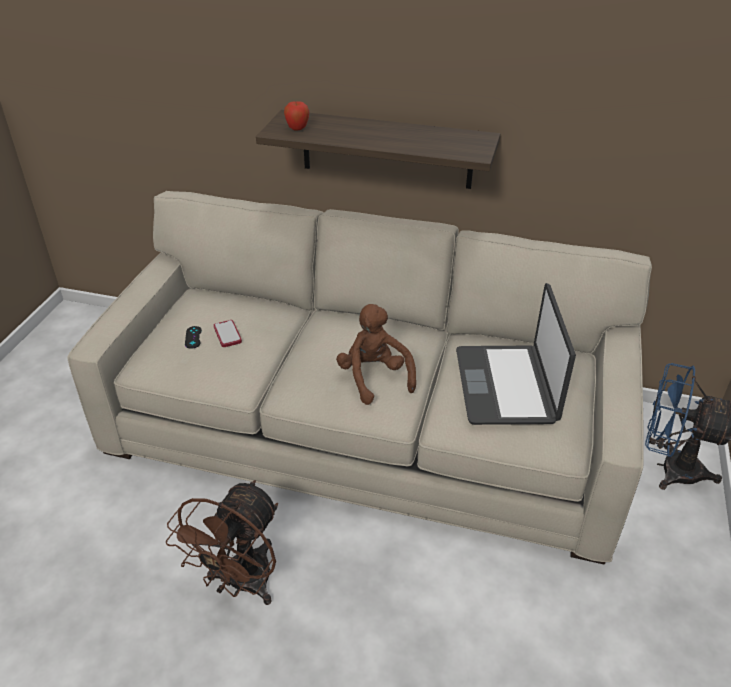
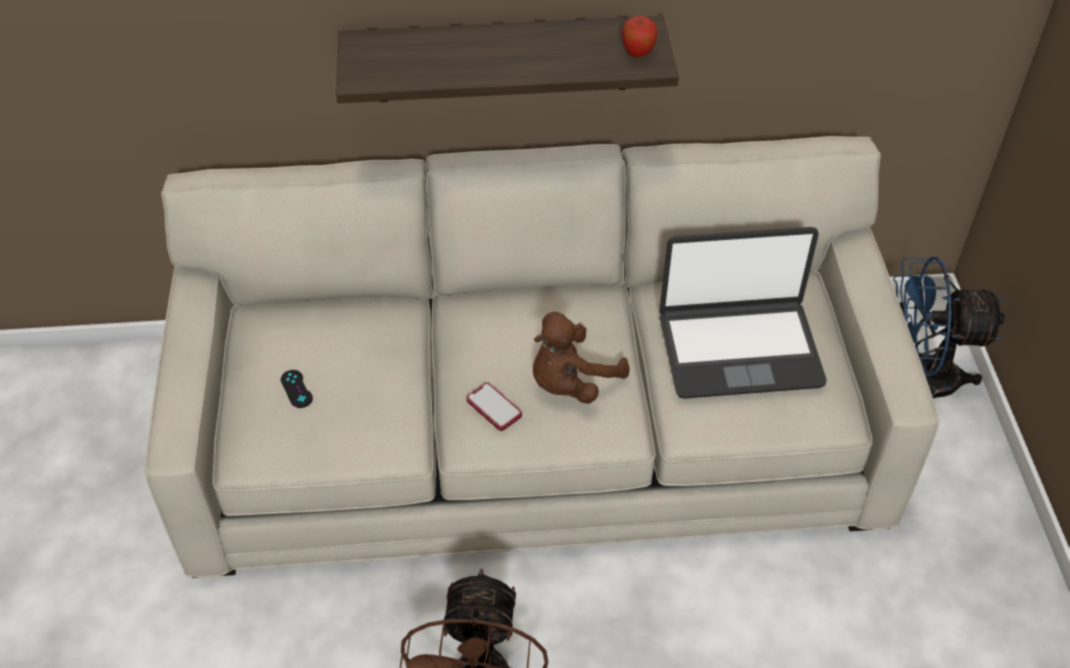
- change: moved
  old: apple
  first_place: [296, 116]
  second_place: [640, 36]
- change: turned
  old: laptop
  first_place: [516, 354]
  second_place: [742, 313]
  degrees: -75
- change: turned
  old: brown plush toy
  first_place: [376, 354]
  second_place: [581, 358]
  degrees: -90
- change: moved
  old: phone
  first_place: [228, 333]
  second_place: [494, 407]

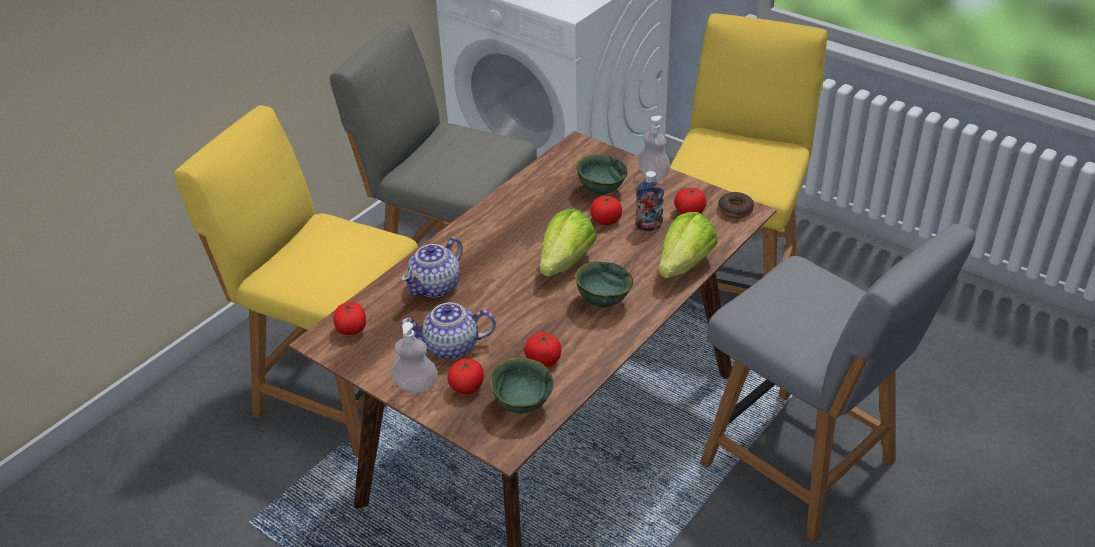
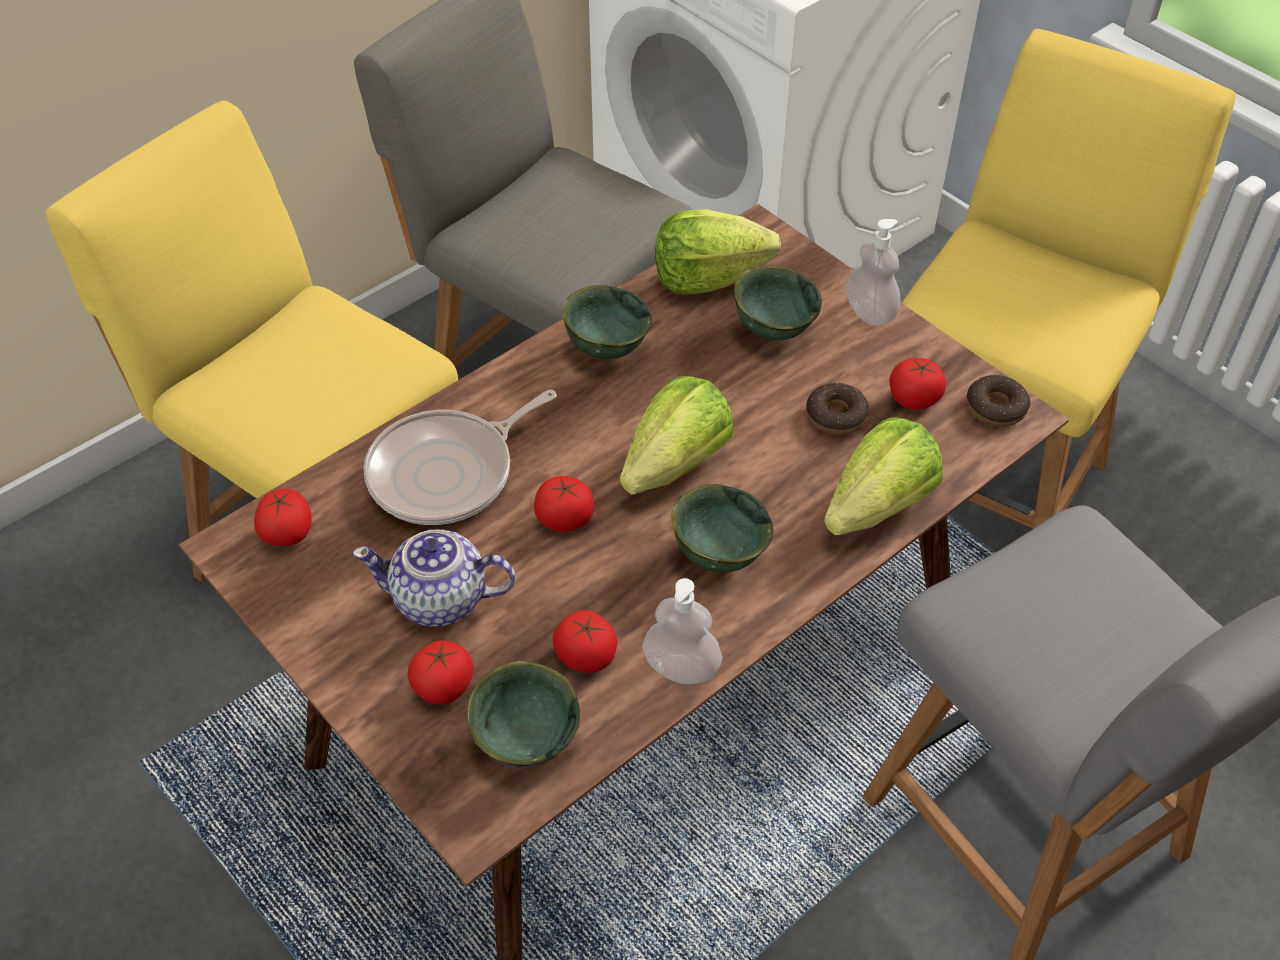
- change: replaced
  old: bottle
  new: donut
  first_place: [649, 201]
  second_place: [837, 409]
- change: moved
  old: tomato
  first_place: [606, 210]
  second_place: [564, 504]
- change: replaced
  old: teapot
  new: frying pan
  first_place: [432, 267]
  second_place: [460, 457]
- change: moved
  old: soap dispenser
  first_place: [414, 357]
  second_place: [682, 631]
- change: added
  new: lettuce
  second_place: [718, 252]
- change: added
  new: green bowl
  second_place: [607, 322]

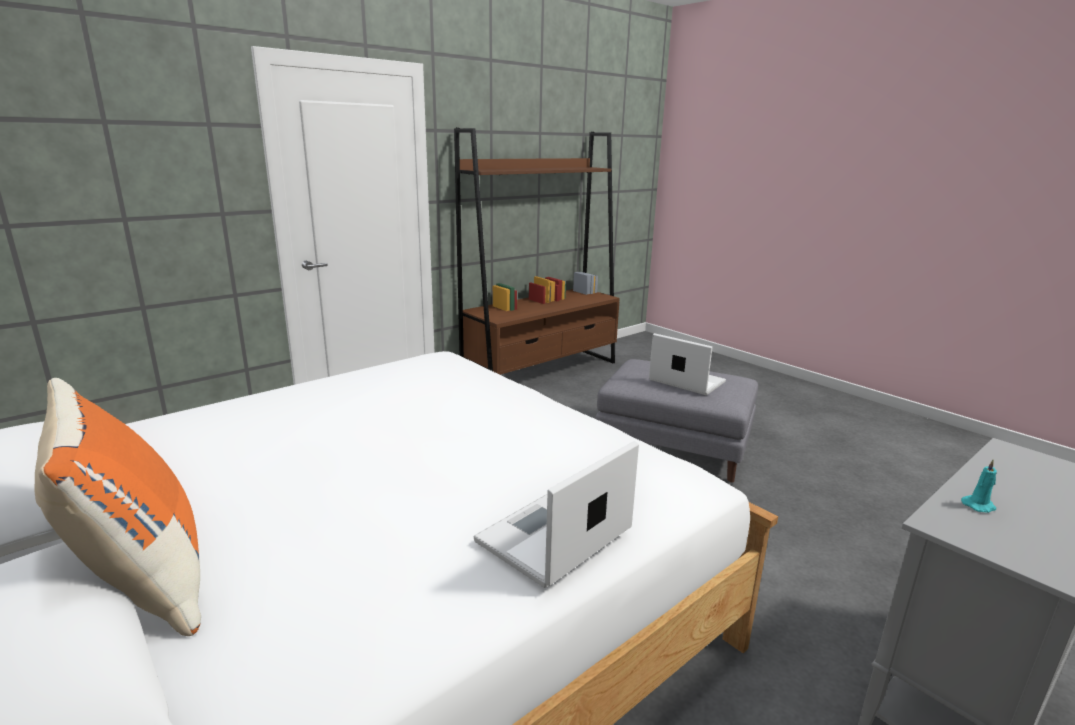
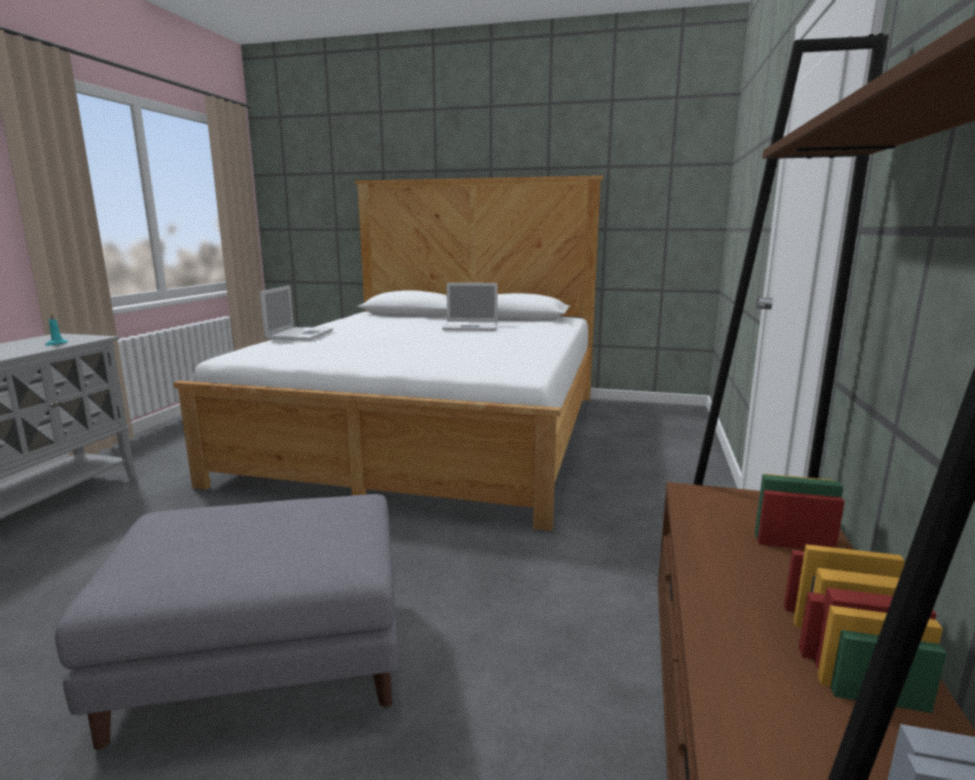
- change: moved
  old: laptop
  first_place: [687, 364]
  second_place: [470, 307]
- change: removed
  old: orange pillow
  first_place: [117, 507]

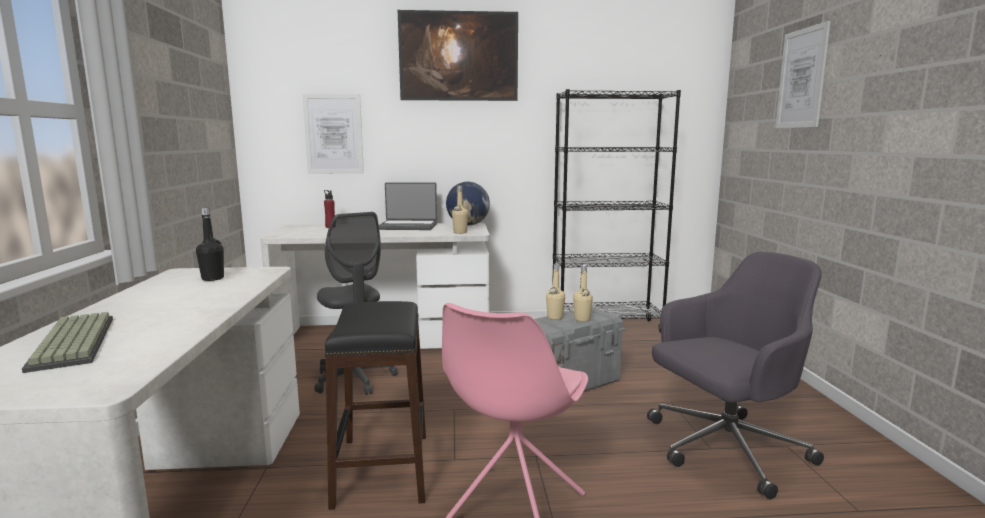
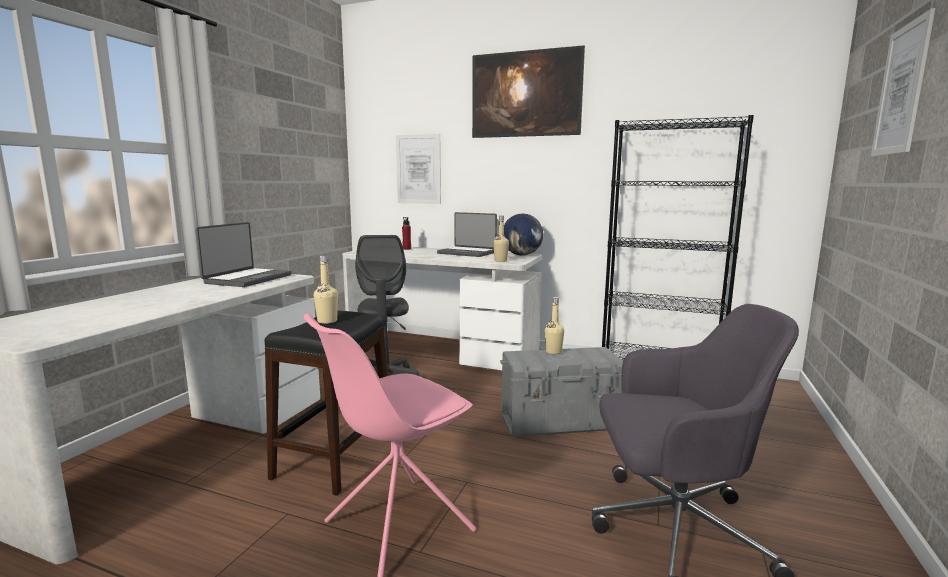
- change: replaced
  old: black bottle
  new: laptop
  first_place: [210, 244]
  second_place: [243, 254]
- change: moved
  old: beige bottle
  first_place: [583, 293]
  second_place: [326, 289]
- change: removed
  old: keyboard
  first_place: [67, 342]

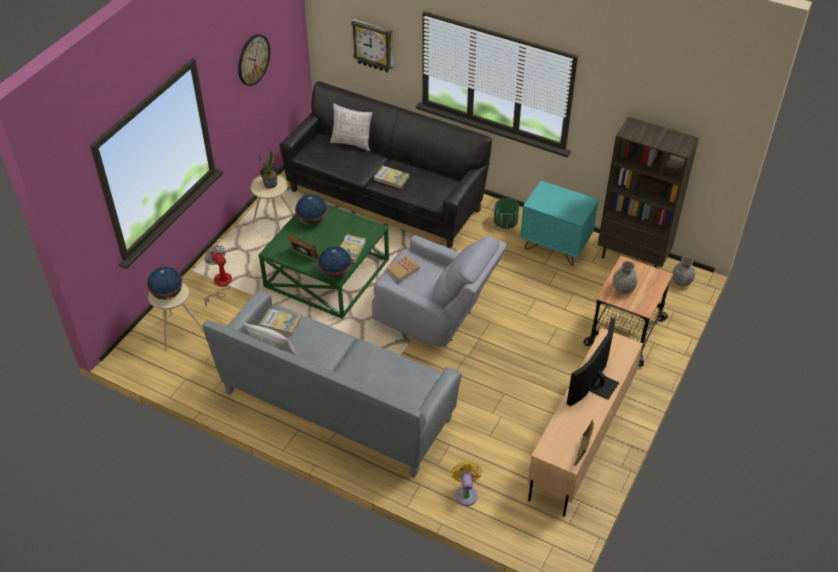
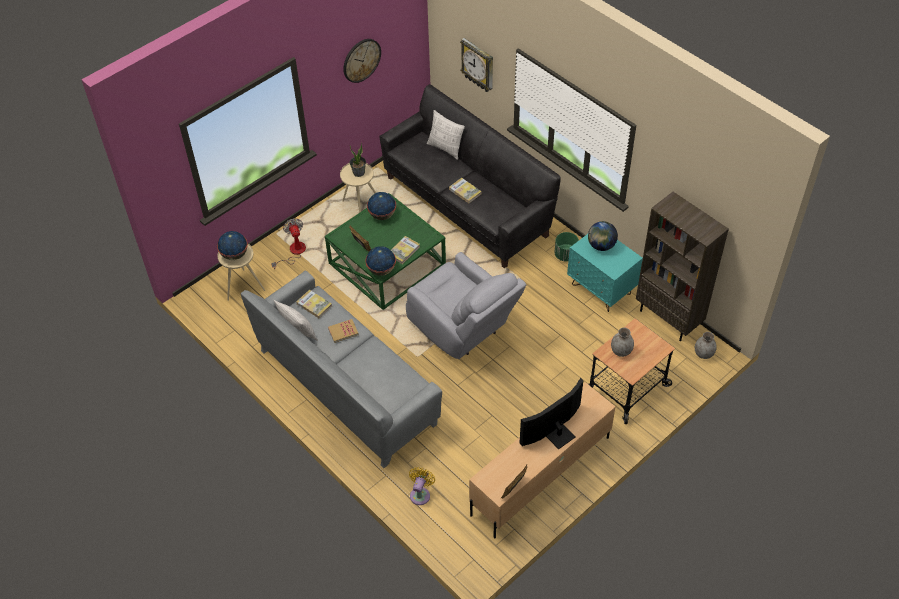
- change: moved
  old: book
  first_place: [403, 268]
  second_place: [343, 331]
- change: added
  new: globe
  second_place: [603, 236]

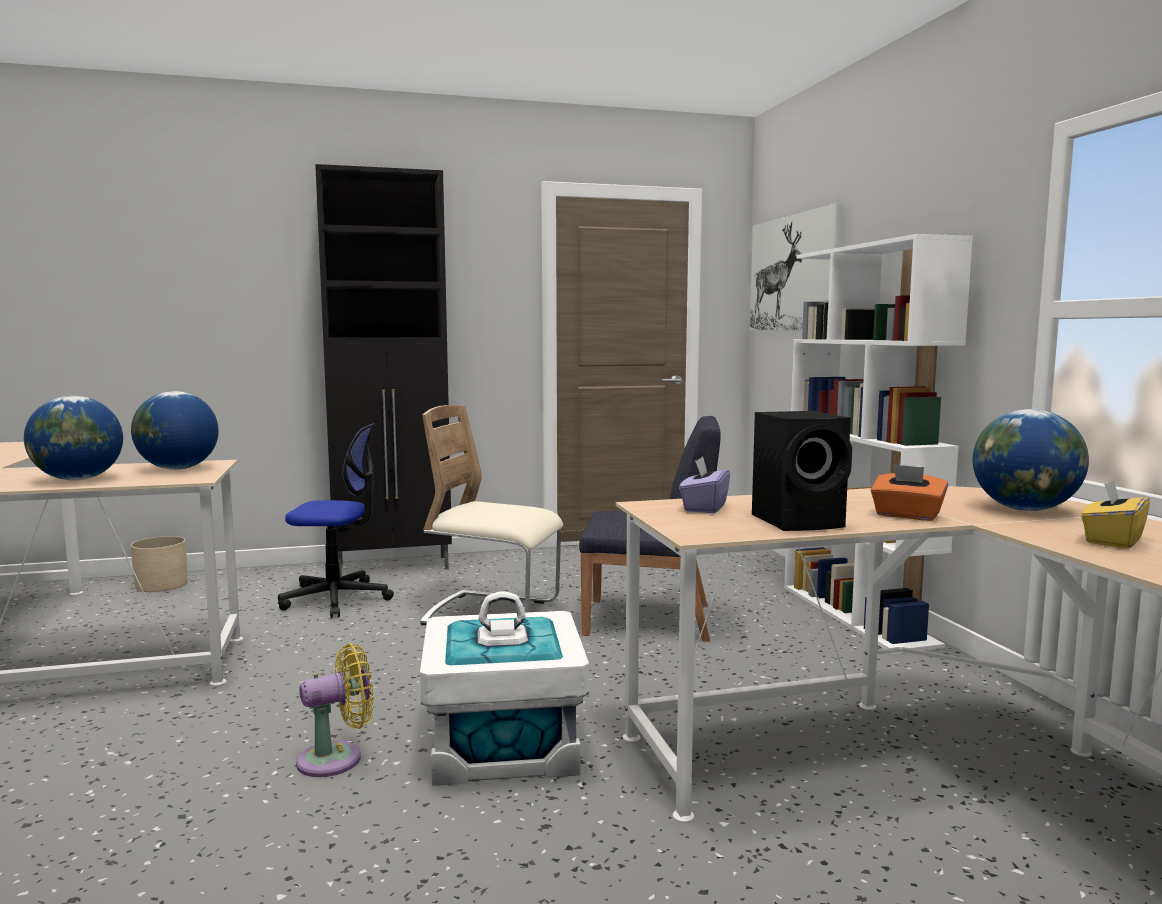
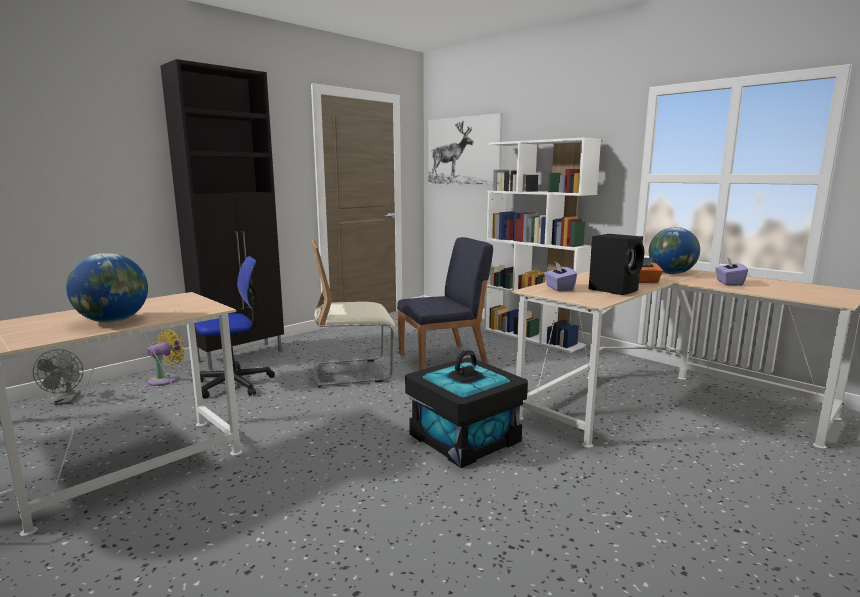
- change: removed
  old: globe
  first_place: [175, 430]
- change: recoloured
  old: yellow tissue box
  new: purple tissue box
  first_place: [1115, 514]
  second_place: [731, 271]
- change: replaced
  old: beige planter
  new: grey fan
  first_place: [158, 564]
  second_place: [58, 377]
- change: recoloured
  old: white storage box
  new: black storage box
  first_place: [504, 688]
  second_place: [466, 409]
- change: moved
  old: yellow fan
  first_place: [335, 710]
  second_place: [166, 357]

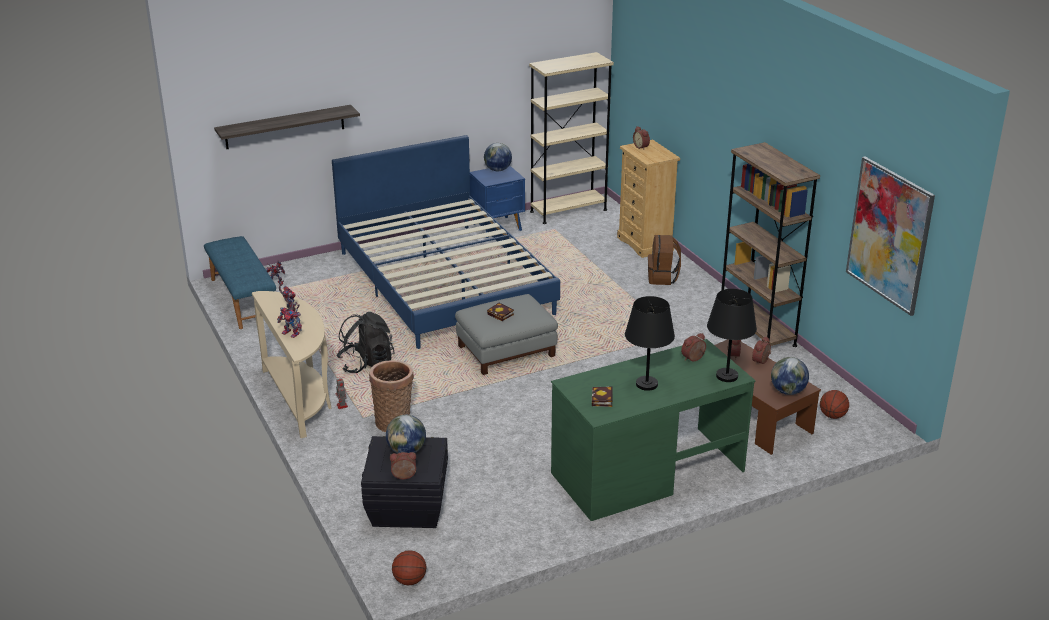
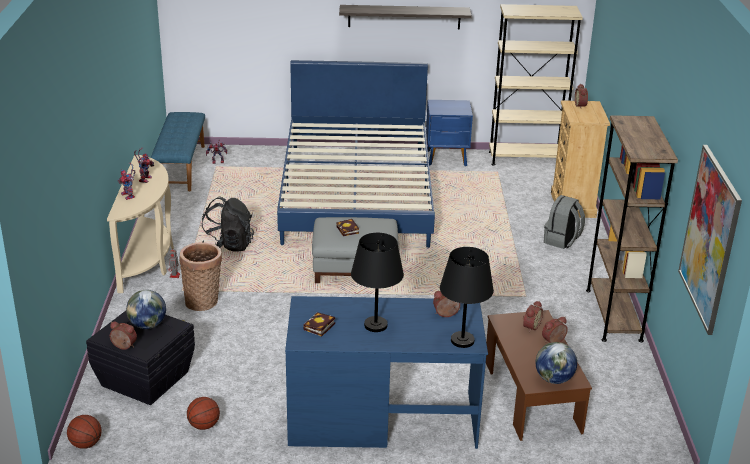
- change: moved
  old: shelf
  first_place: [287, 127]
  second_place: [405, 17]
- change: removed
  old: globe
  first_place: [498, 157]
- change: recoloured
  old: brown backpack
  new: grey backpack
  first_place: [664, 260]
  second_place: [564, 222]
- change: recoloured
  old: green desk
  new: blue desk
  first_place: [653, 430]
  second_place: [386, 372]
- change: moved
  old: basketball
  first_place: [834, 404]
  second_place: [203, 413]

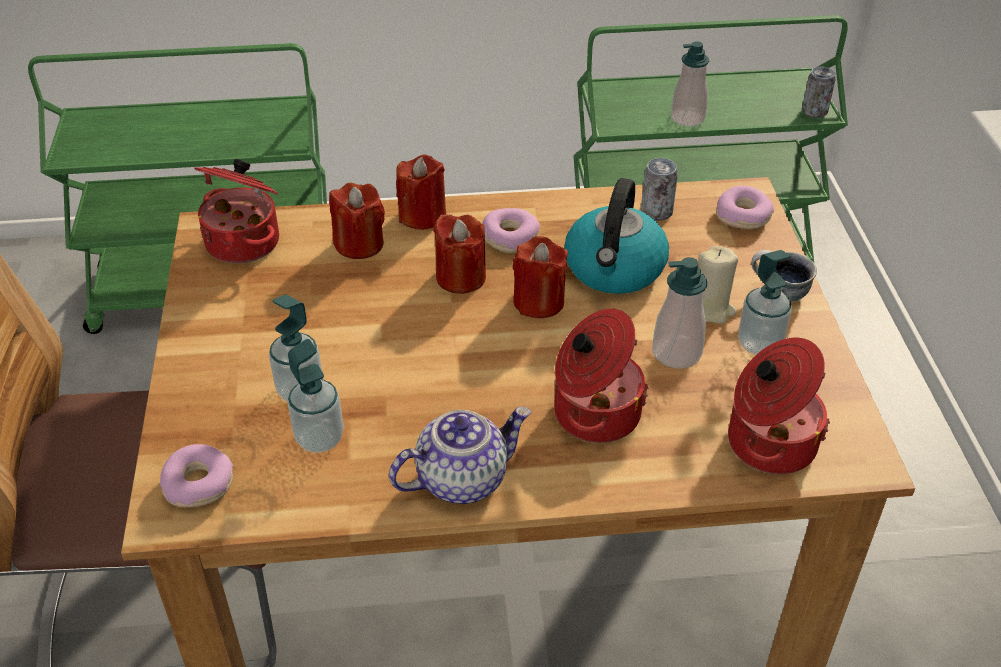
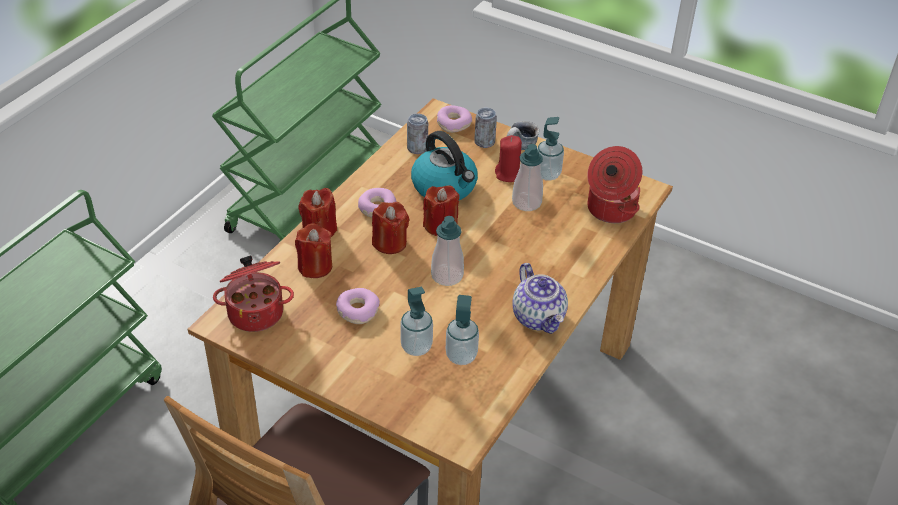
- change: moved
  old: soap dispenser
  first_place: [690, 83]
  second_place: [447, 251]
- change: moved
  old: can
  first_place: [819, 92]
  second_place: [485, 128]
- change: recoloured
  old: beige candle
  new: red candle
  first_place: [718, 285]
  second_place: [508, 158]
- change: removed
  old: cooking pot
  first_place: [601, 375]
- change: turned
  old: teapot
  first_place: [460, 455]
  second_place: [540, 298]
  degrees: 150
- change: moved
  old: donut
  first_place: [196, 476]
  second_place: [358, 306]

